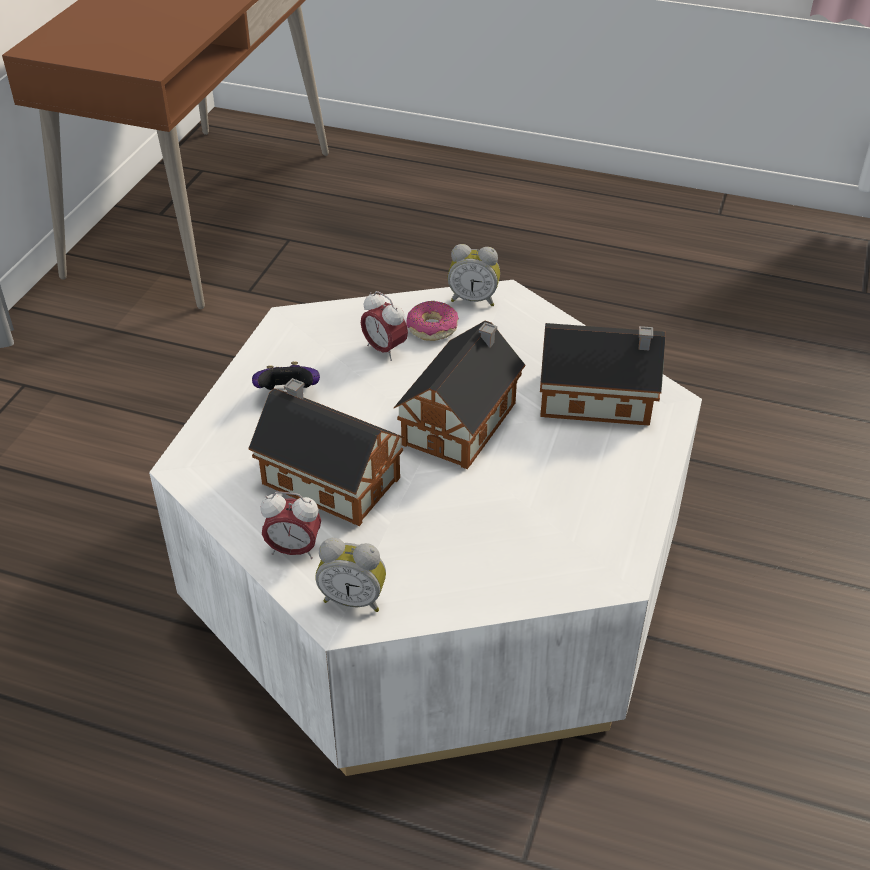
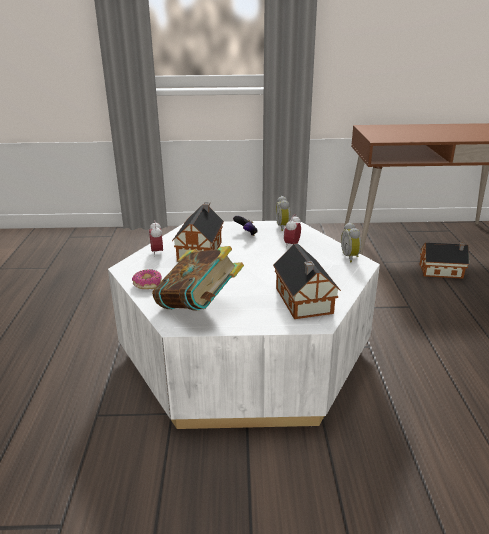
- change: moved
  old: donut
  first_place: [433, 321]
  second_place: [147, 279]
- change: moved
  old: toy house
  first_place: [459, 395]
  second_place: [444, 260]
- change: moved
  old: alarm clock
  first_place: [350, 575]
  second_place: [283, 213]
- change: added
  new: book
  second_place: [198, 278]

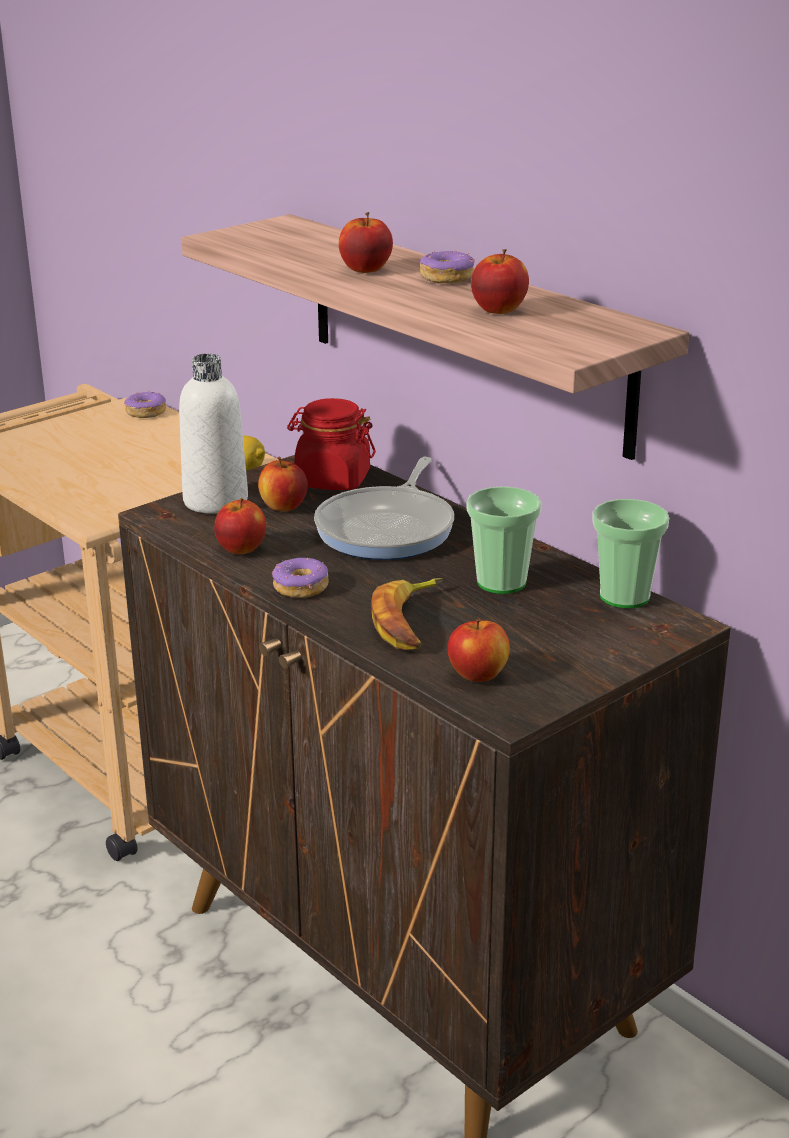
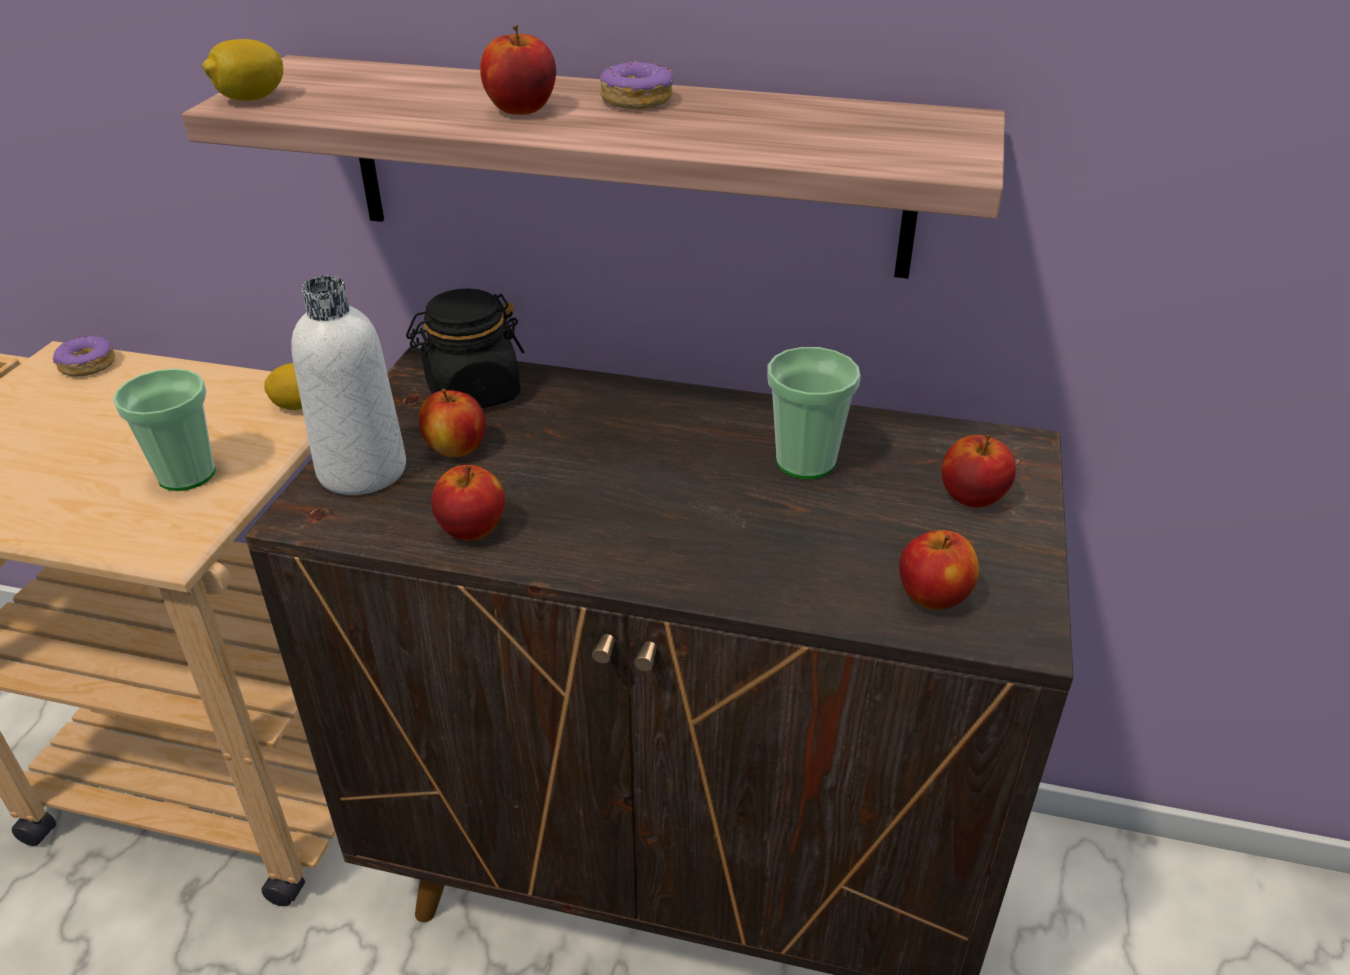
- change: moved
  old: apple
  first_place: [500, 281]
  second_place: [978, 471]
- change: recoloured
  old: red jar
  new: black jar
  first_place: [331, 444]
  second_place: [465, 348]
- change: removed
  old: frying pan
  first_place: [384, 508]
- change: moved
  old: cup
  first_place: [630, 553]
  second_place: [164, 429]
- change: removed
  old: donut
  first_place: [300, 578]
- change: removed
  old: banana
  first_place: [407, 614]
- change: added
  new: lemon
  second_place: [242, 70]

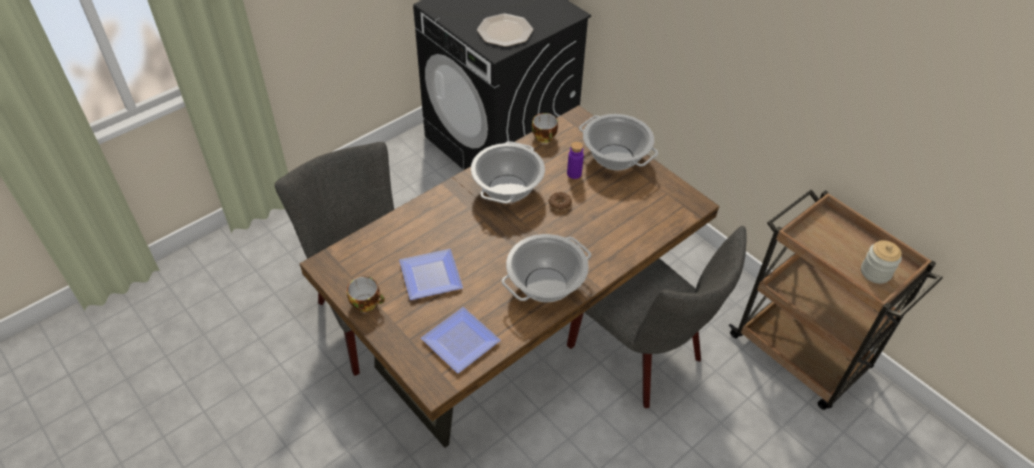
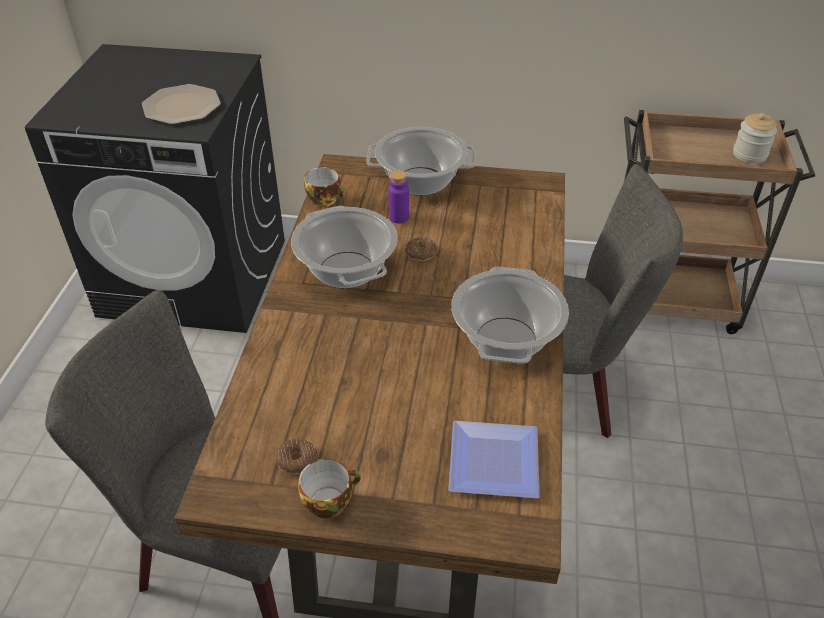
- change: removed
  old: plate
  first_place: [431, 274]
- change: added
  new: donut
  second_place: [296, 456]

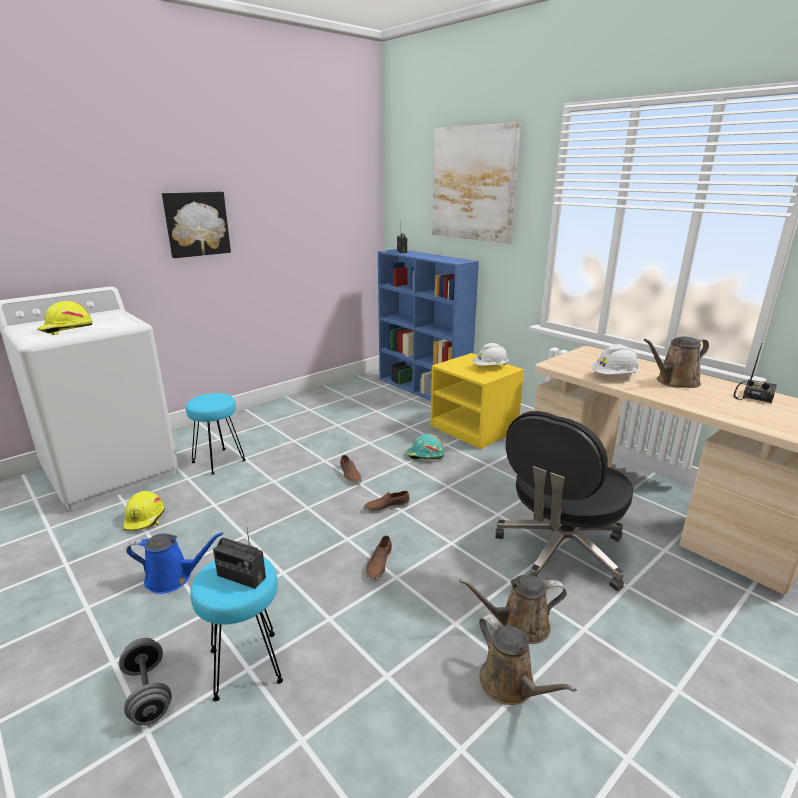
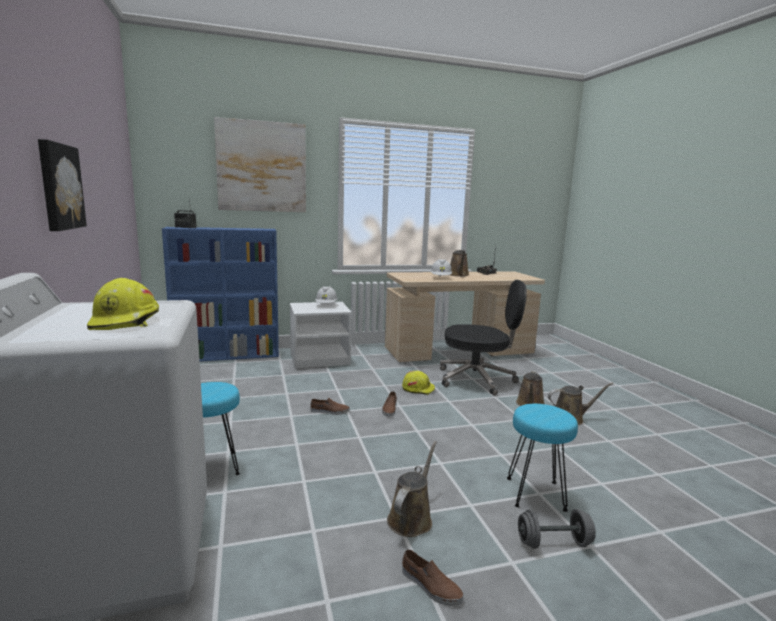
- change: recoloured
  old: yellow nightstand
  new: white nightstand
  first_place: [477, 401]
  second_place: [321, 335]
- change: turned
  old: black office chair
  first_place: [564, 501]
  second_place: [483, 338]
  degrees: -60
- change: removed
  old: turquoise hard hat
  first_place: [425, 448]
- change: moved
  old: yellow hard hat
  first_place: [144, 510]
  second_place: [418, 383]
- change: removed
  old: radio
  first_place: [239, 558]
- change: recoloured
  old: blue watering can
  new: brown watering can
  first_place: [174, 563]
  second_place: [412, 489]
- change: moved
  old: brown shoe
  first_place: [379, 559]
  second_place: [432, 577]

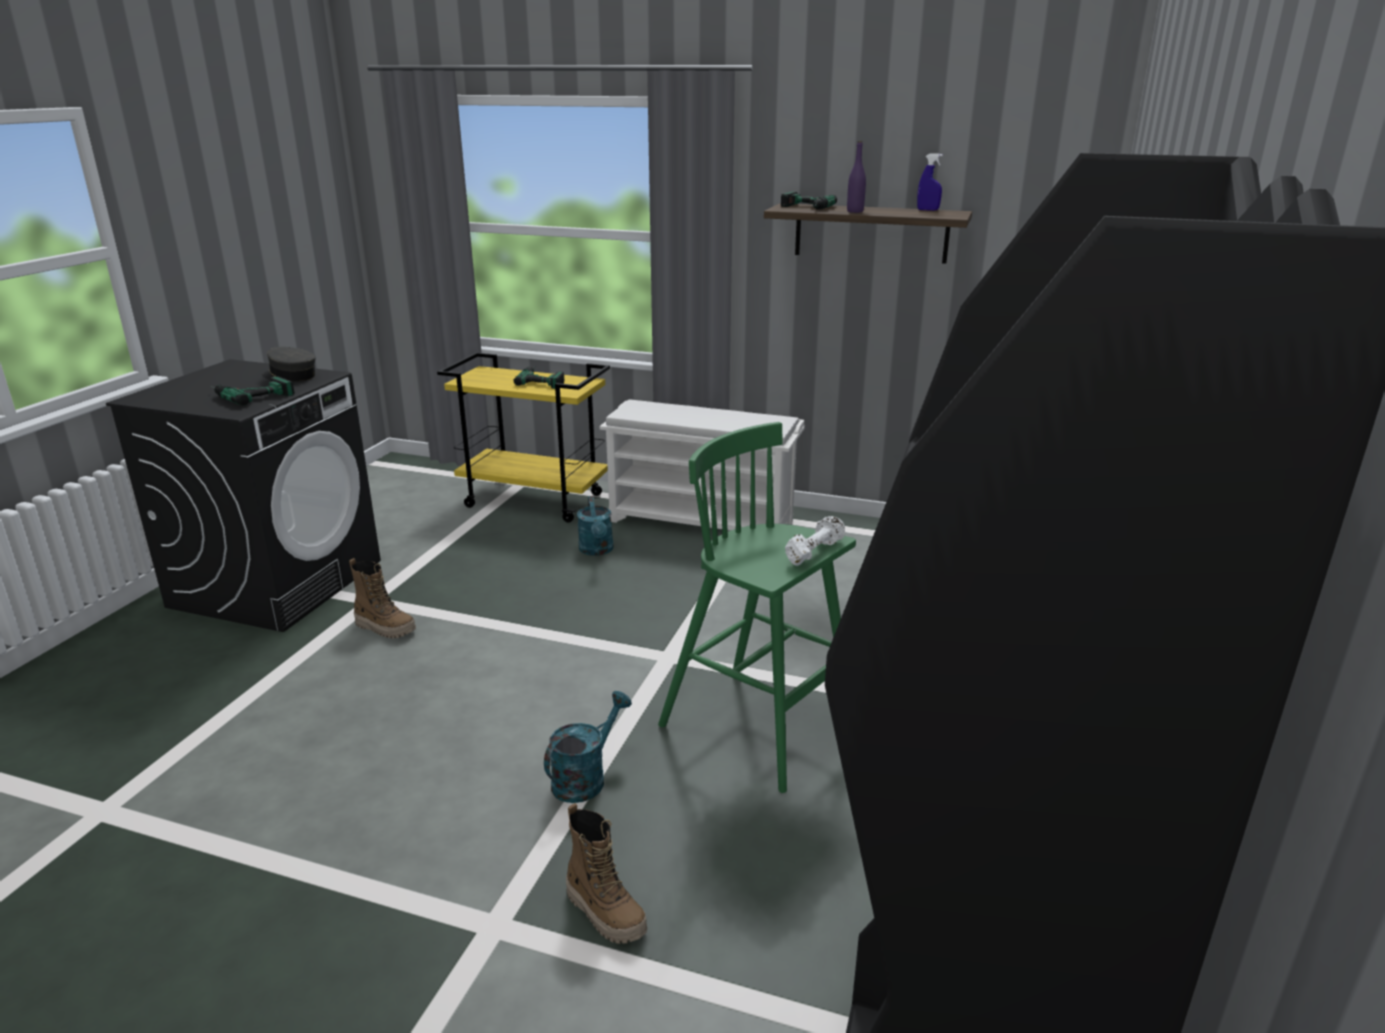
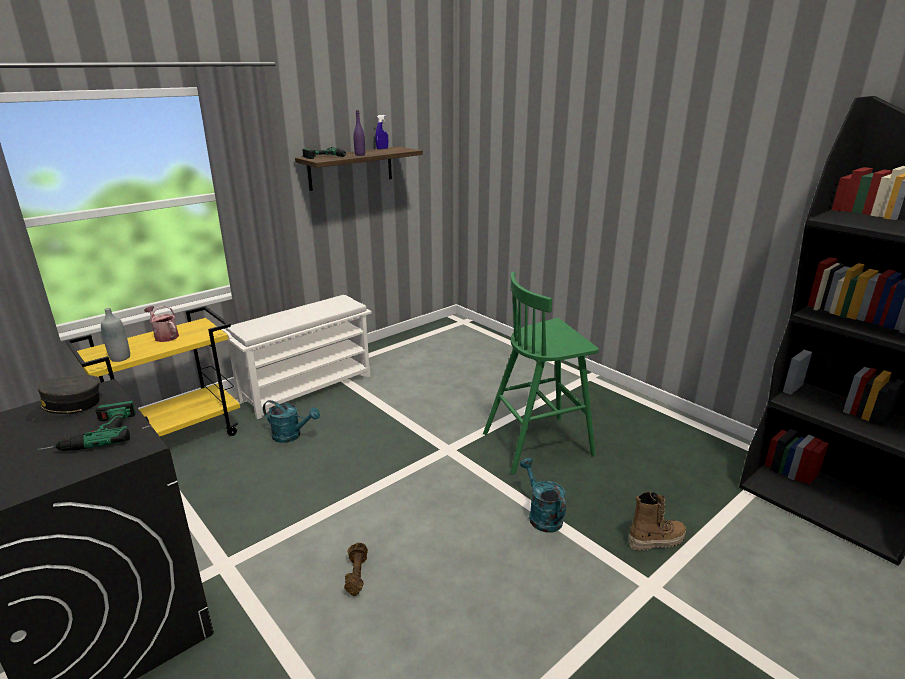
- change: replaced
  old: power drill
  new: watering can
  first_place: [539, 377]
  second_place: [161, 323]
- change: removed
  old: white dumbbell
  first_place: [815, 541]
- change: removed
  old: boot
  first_place: [382, 598]
- change: added
  new: grey bottle
  second_place: [115, 335]
- change: added
  new: brown dumbbell
  second_place: [356, 569]

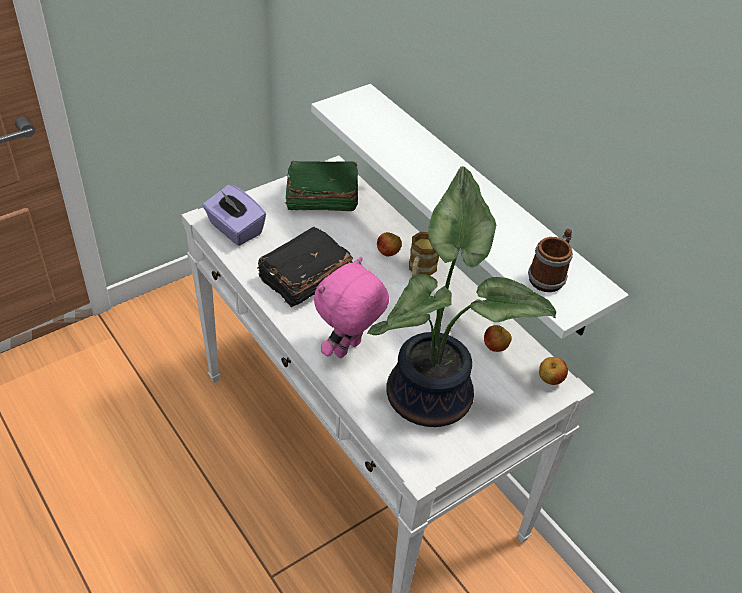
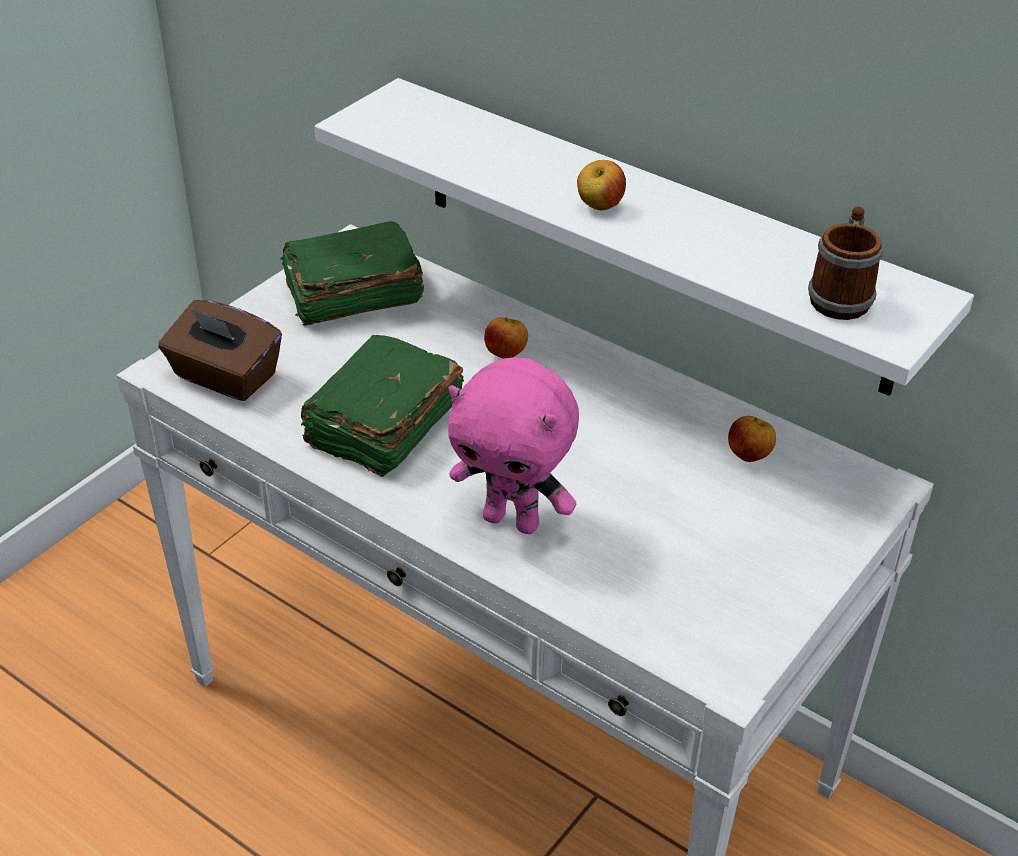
- change: removed
  old: potted plant
  first_place: [461, 296]
- change: recoloured
  old: purple tissue box
  new: brown tissue box
  first_place: [234, 215]
  second_place: [220, 350]
- change: recoloured
  old: black book
  new: green book
  first_place: [305, 267]
  second_place: [382, 406]
- change: removed
  old: mug
  first_place: [424, 254]
- change: turned
  old: pink plush toy
  first_place: [351, 307]
  second_place: [513, 445]
  degrees: -90
- change: moved
  old: apple
  first_place: [553, 371]
  second_place: [601, 185]

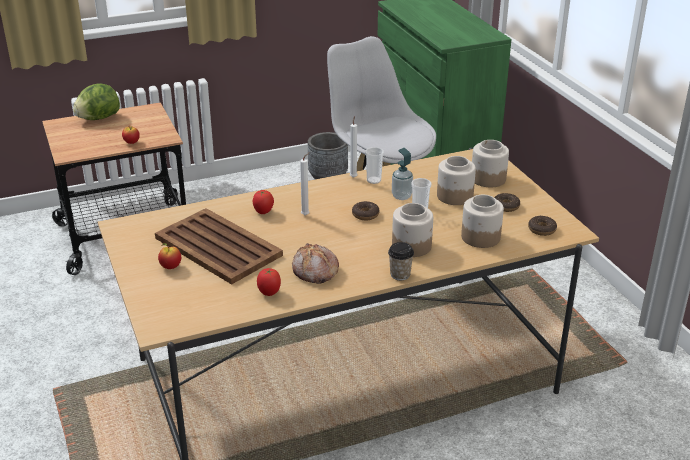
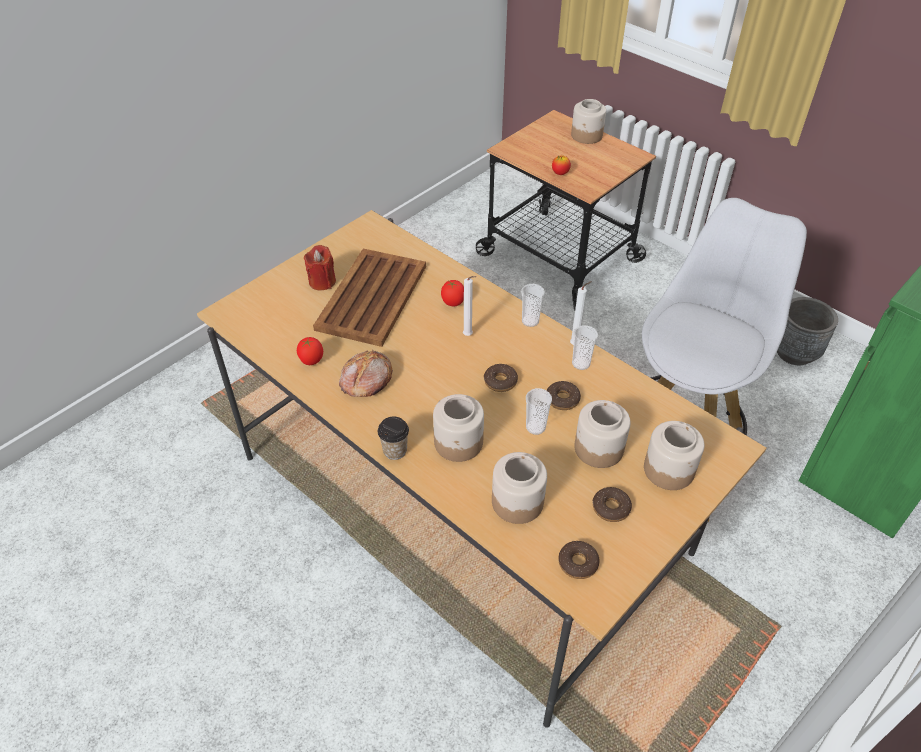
- change: replaced
  old: lettuce
  new: jar
  first_place: [96, 101]
  second_place: [588, 121]
- change: replaced
  old: soap dispenser
  new: donut
  first_place: [402, 174]
  second_place: [564, 395]
- change: replaced
  old: apple
  new: red candle
  first_place: [169, 256]
  second_place: [320, 268]
- change: added
  new: cup
  second_place: [533, 305]

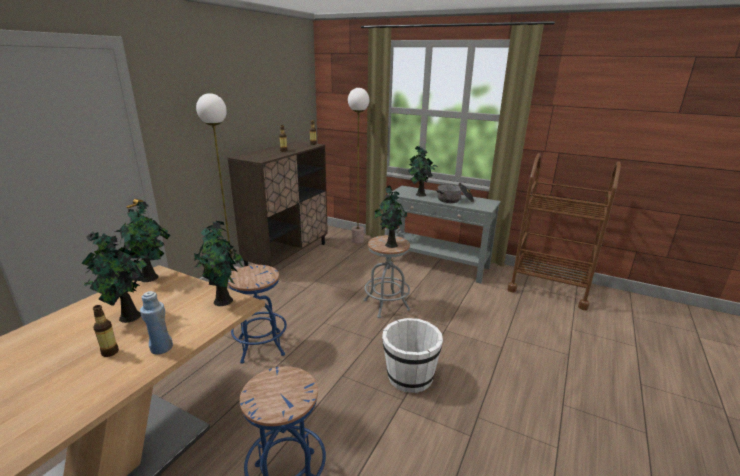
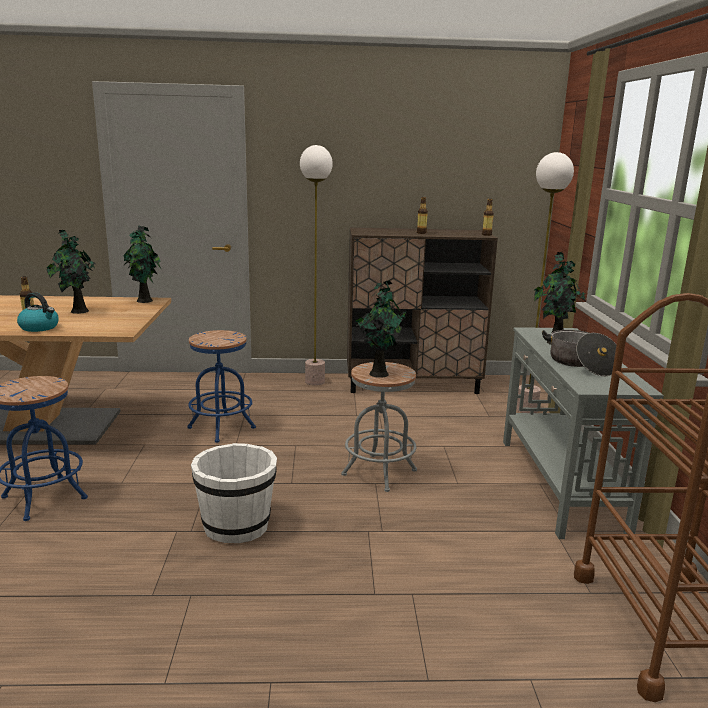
- change: removed
  old: potted plant
  first_place: [219, 263]
- change: replaced
  old: blue bottle
  new: kettle
  first_place: [156, 322]
  second_place: [38, 312]

